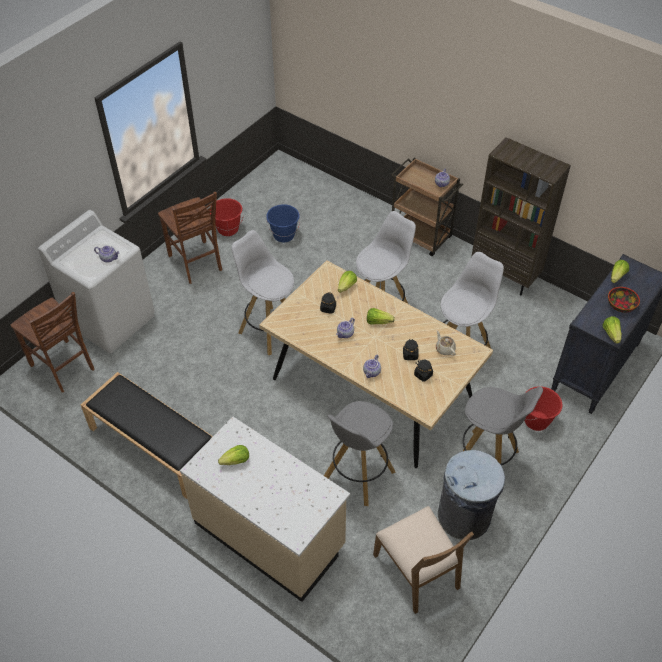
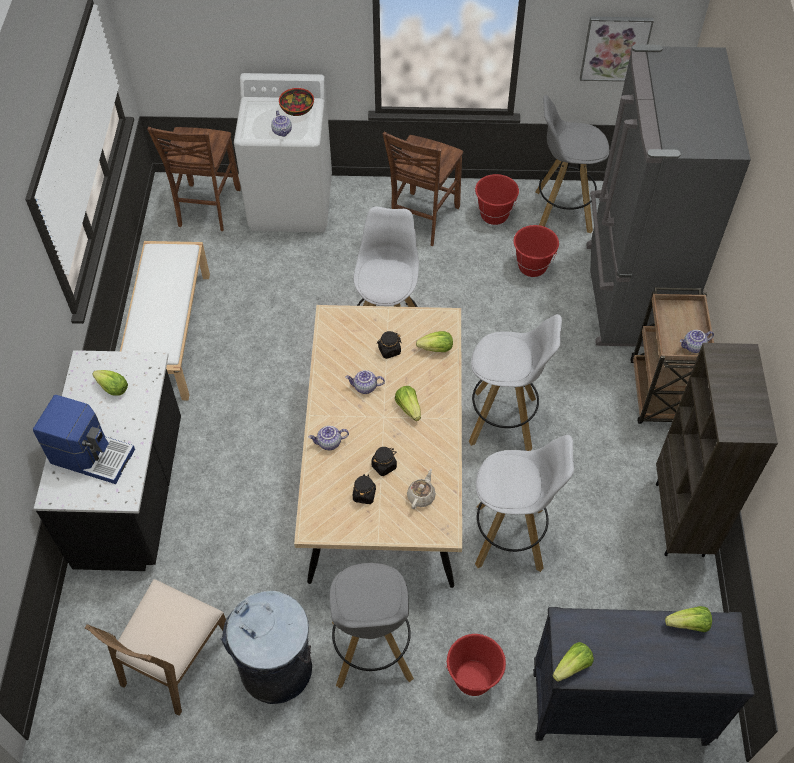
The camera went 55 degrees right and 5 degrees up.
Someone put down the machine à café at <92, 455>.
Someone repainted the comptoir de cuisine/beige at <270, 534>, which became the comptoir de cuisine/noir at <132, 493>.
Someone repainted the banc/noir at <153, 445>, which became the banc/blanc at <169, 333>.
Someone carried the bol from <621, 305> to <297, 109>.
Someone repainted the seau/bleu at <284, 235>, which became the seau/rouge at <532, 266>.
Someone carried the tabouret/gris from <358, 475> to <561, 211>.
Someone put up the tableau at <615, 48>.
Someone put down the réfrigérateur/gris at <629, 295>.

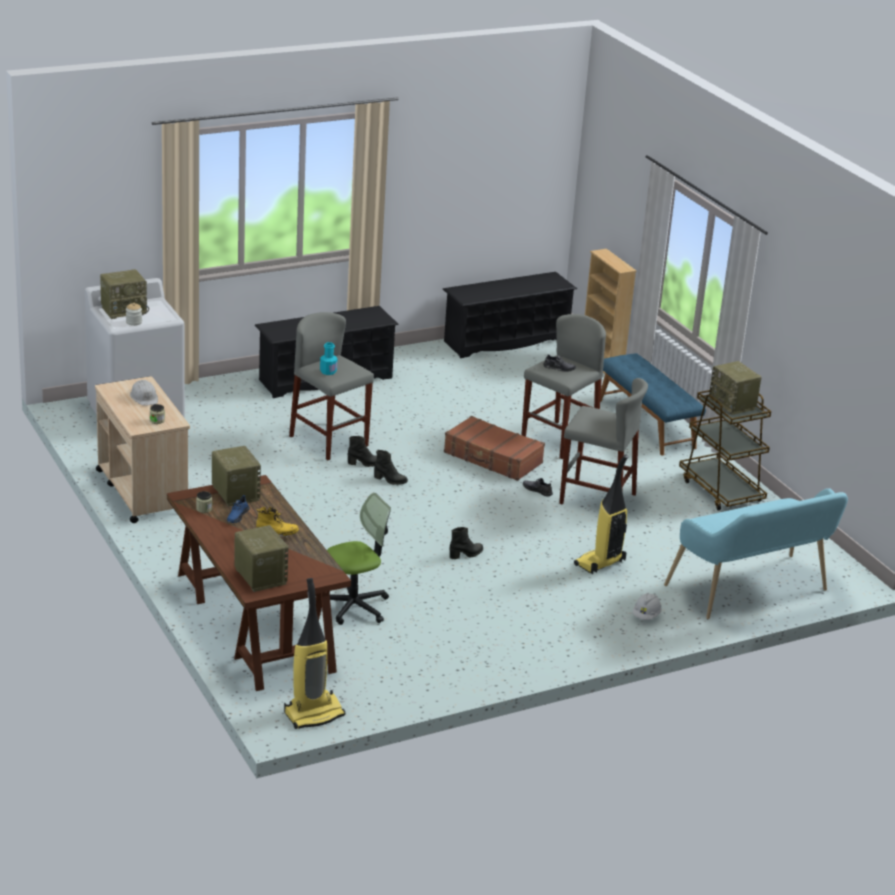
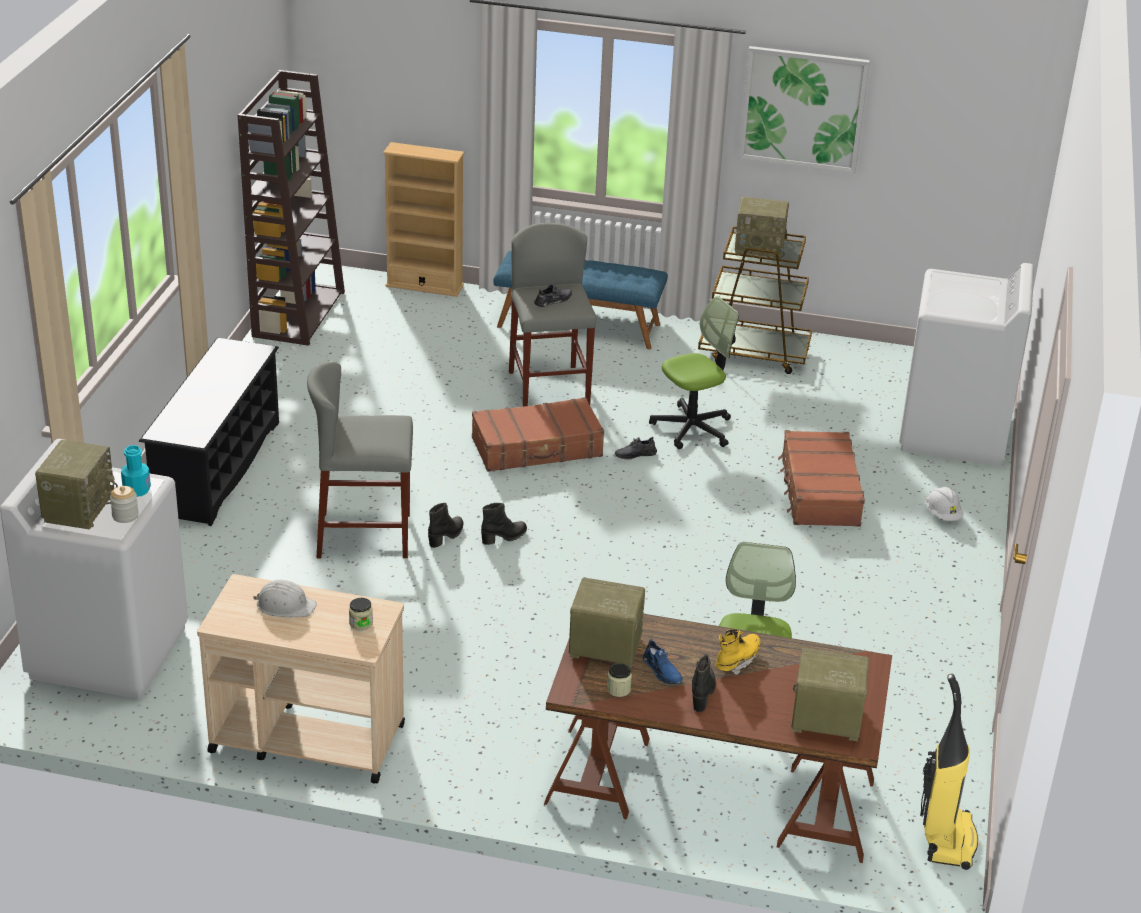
The camera went 50 degrees left and 5 degrees up.
Someone carried the bouteille/turquoise from <328, 371> to <137, 490>.
Someone swapped the étagère à chaussures/noir at <505, 341> for the bibliothèque/marron at <298, 313>.
Someone swapped the tabouret/gris at <597, 499> for the chaise de bureau at <692, 428>.
Someone carried the botte/noir from <466, 554> to <702, 693>.
Someone put up the tableau at <803, 109>.
Someone swapped the aspirateur at <600, 563> for the valise/marron at <819, 491>.
Someone swapped the banc/turquoise at <752, 591> for the lave-linge/blanc at <953, 433>.

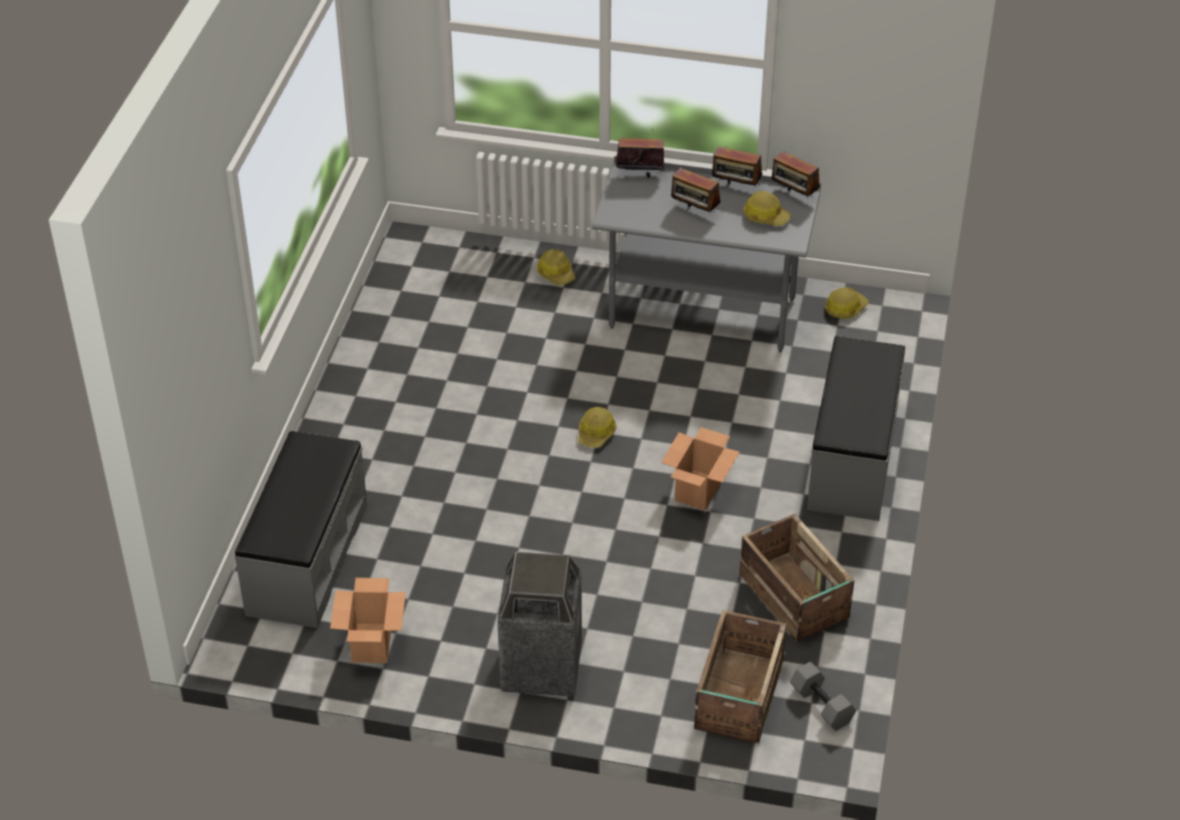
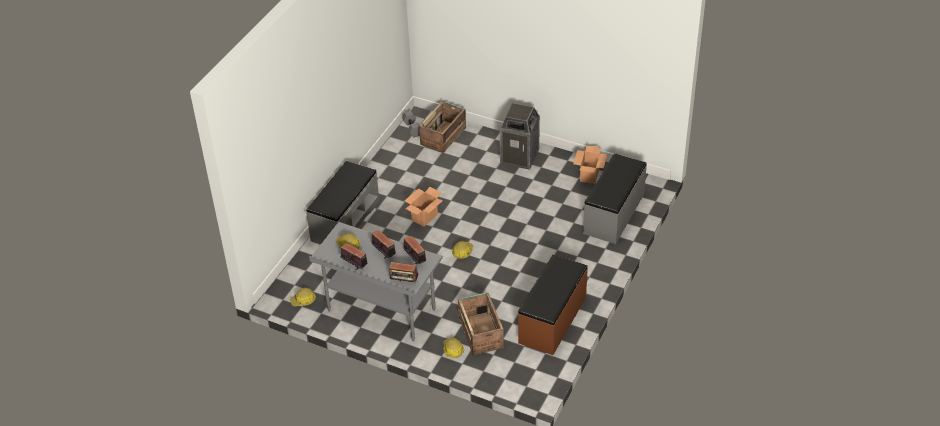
The camera went 165 degrees left and 0 degrees up.
Someone carried the radio from <793, 195> to <415, 260>.
Someone carried the caisse from <794, 598> to <481, 332>.
Someone put down the banc/marron at <553, 320>.

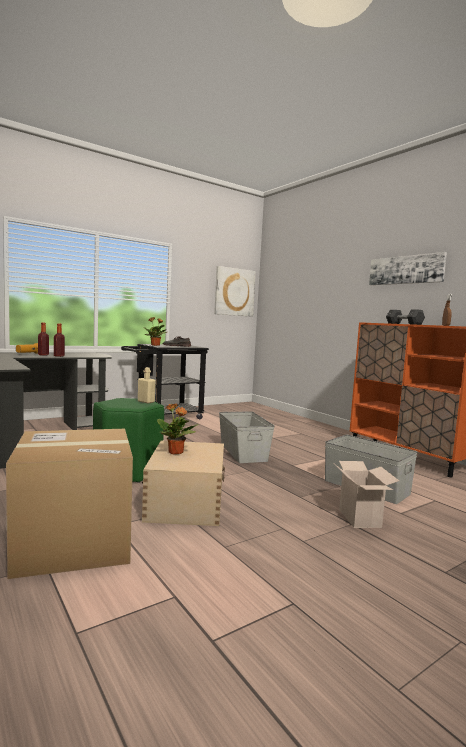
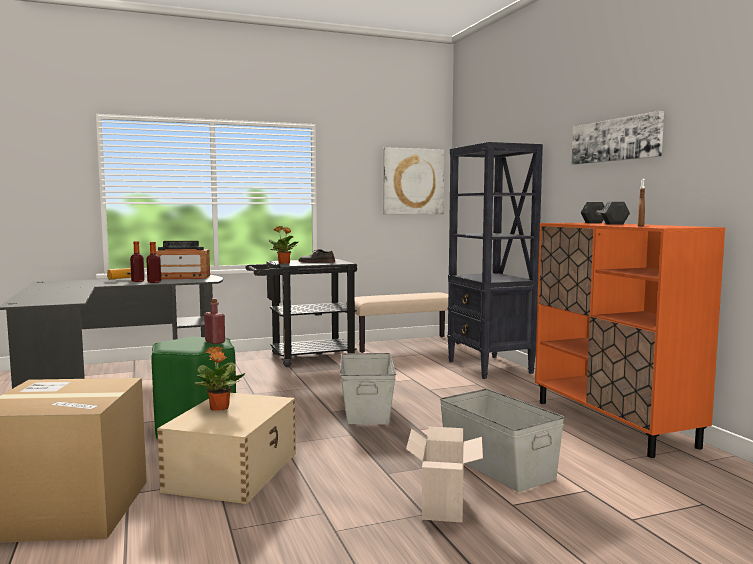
The camera went 15 degrees right and 0 degrees up.
Someone put down the radio at <182, 277>.
Someone repainted the bouteille/beige at <146, 402>, which became the bouteille/rouge at <215, 342>.
Someone put down the banc/beige at <404, 344>.
Someone put down the bibliothèque/noir at <490, 367>.

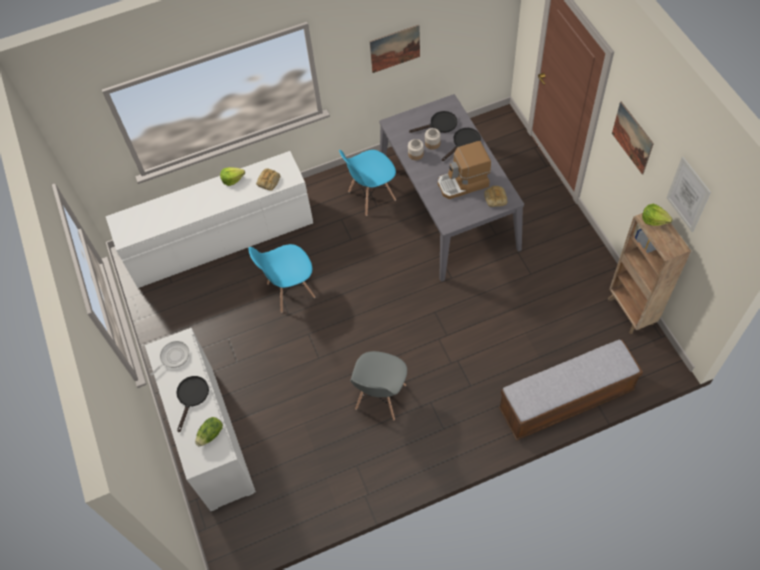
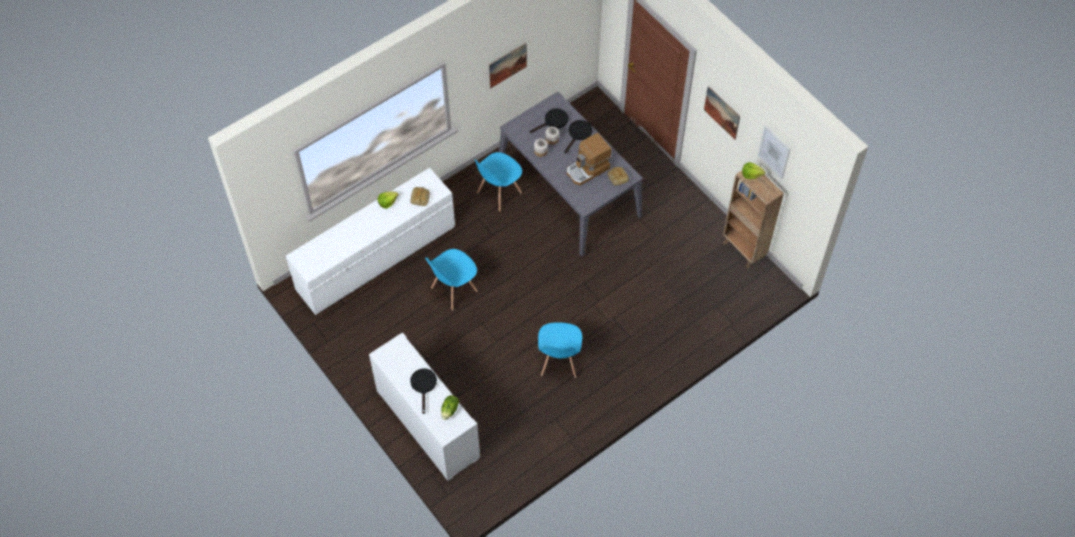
The camera went 20 degrees left and 0 degrees up.
Someone repainted the chaise/gris at <380, 397>, which became the chaise/bleu at <559, 362>.
Someone took away the poêle at <173, 357>.
Someone took away the banc at <565, 400>.

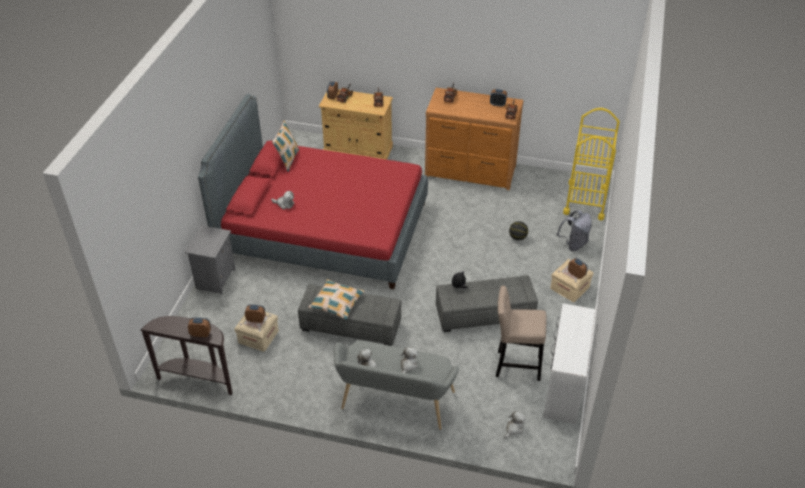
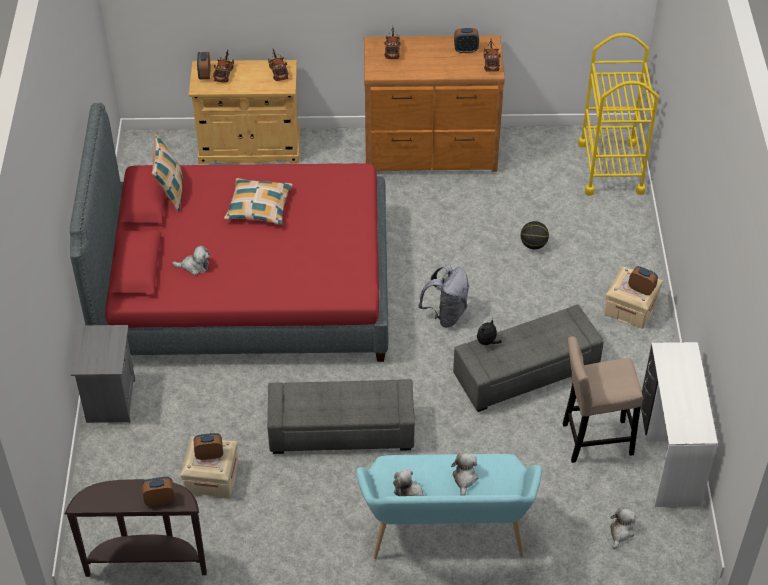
The camera went 15 degrees left and 5 degrees up.
Someone carried the coussin from <336, 303> to <259, 207>.
Someone repainted the banc/gris at <394, 404>, which became the banc/turquoise at <446, 534>.
Someone carried the sac à dos/gris from <573, 244> to <446, 314>.

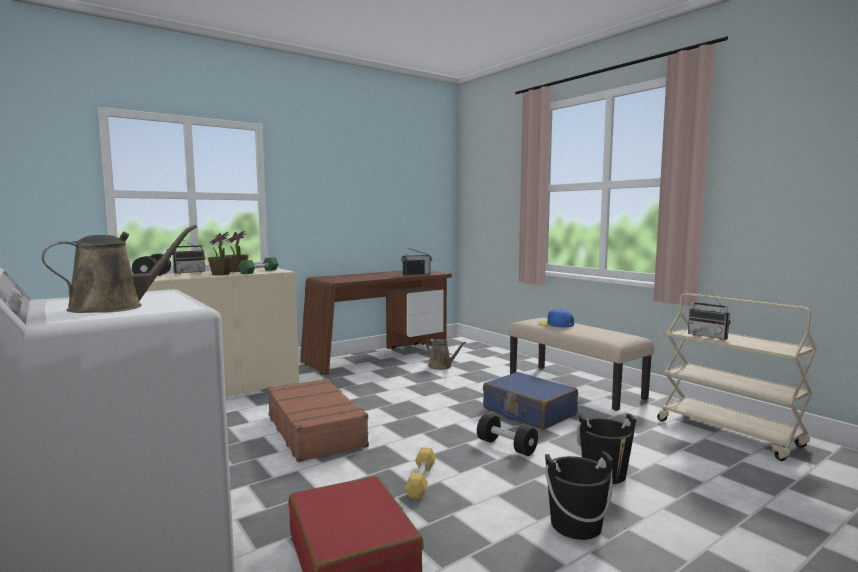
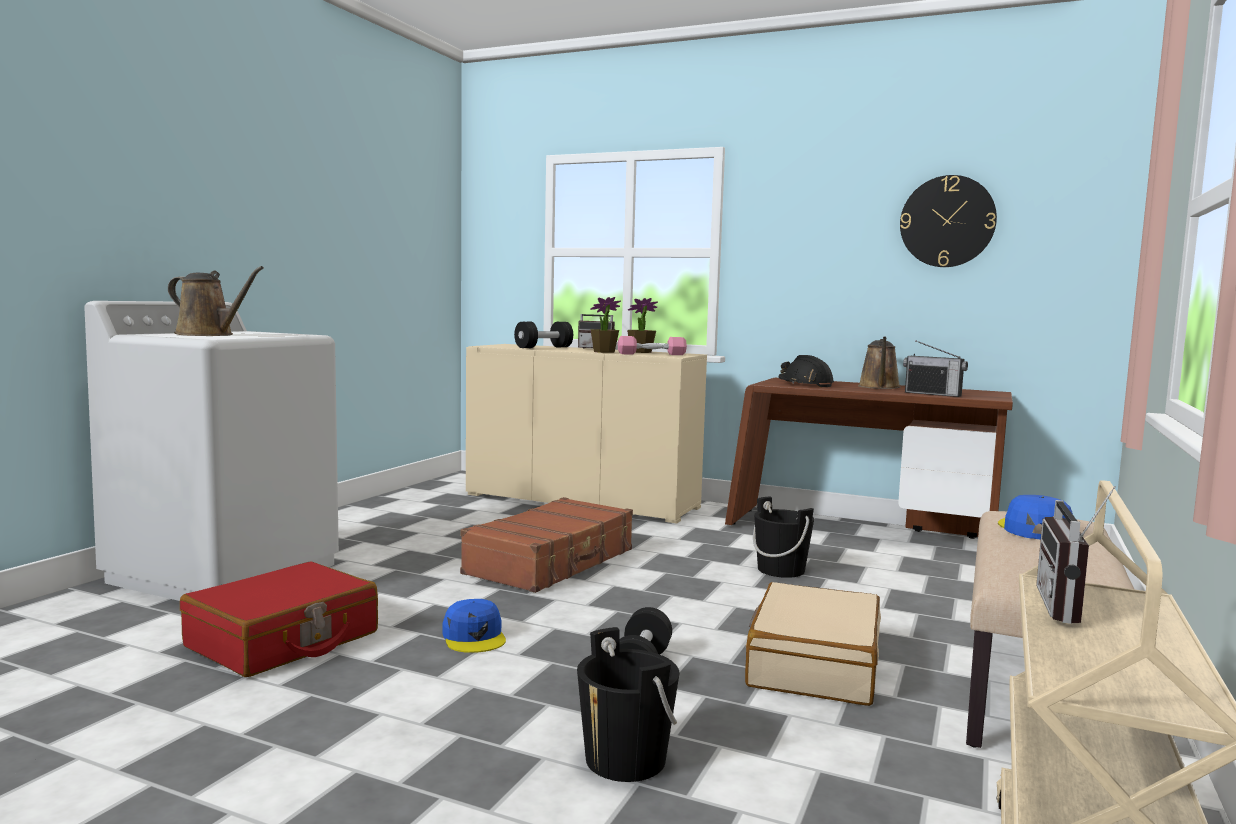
The camera went 60 degrees right and 0 degrees up.
Someone swapped the haltère/jaune at <421, 480> for the casquette/bleu at <474, 637>.
Someone repainted the haltère/vert at <259, 271>, which became the haltère/rose at <651, 354>.
Someone repainted the valise/bleu at <528, 412>, which became the valise/beige at <813, 664>.
Someone carried the seau/noir from <575, 525> to <781, 570>.
Someone put down the casque de chantier/noir at <805, 384>.
Someone carried the arrosoir/marron from <441, 366> to <879, 387>.
Someone put up the horloge murale at <947, 221>.

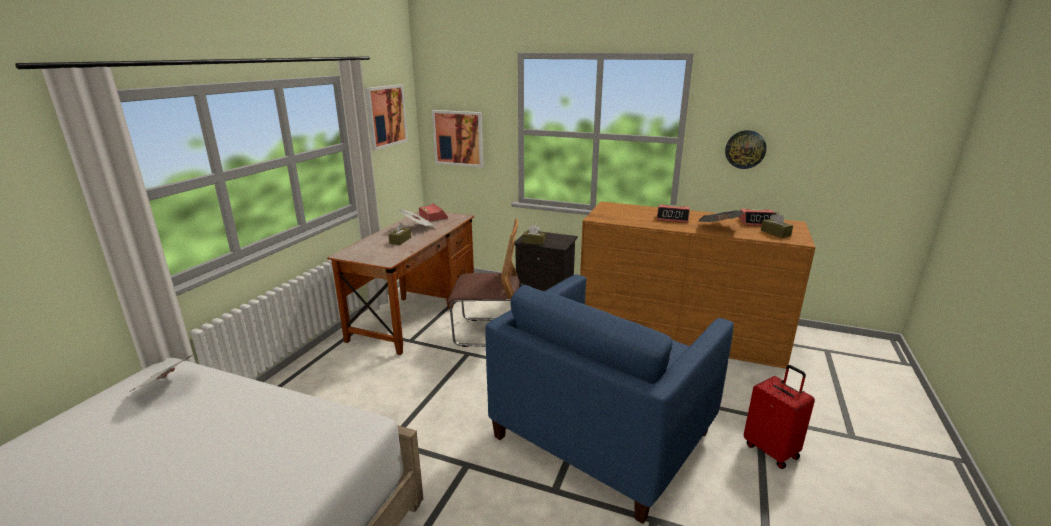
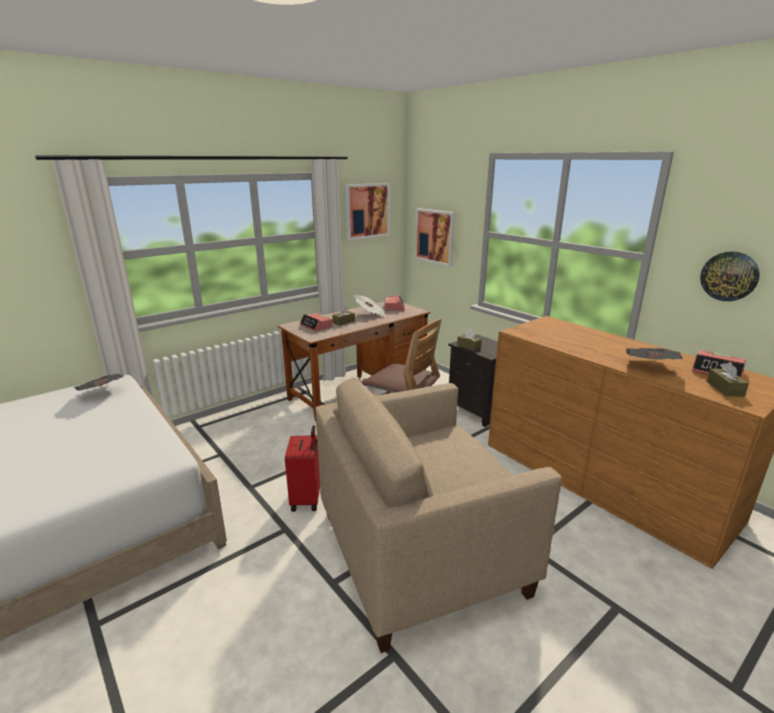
The camera went 30 degrees right and 0 degrees up.
Someone carried the valise/rouge from <771, 450> to <307, 499>.
Someone carried the réveil from <673, 218> to <316, 326>.
Someone repainted the fauteuil/bleu at <602, 434>, which became the fauteuil/beige at <420, 551>.

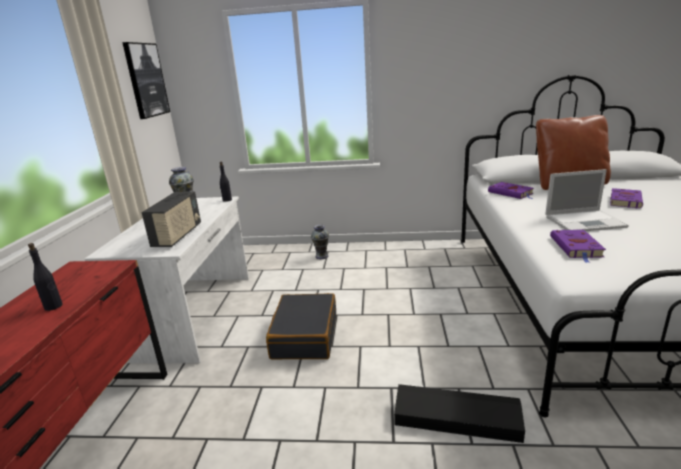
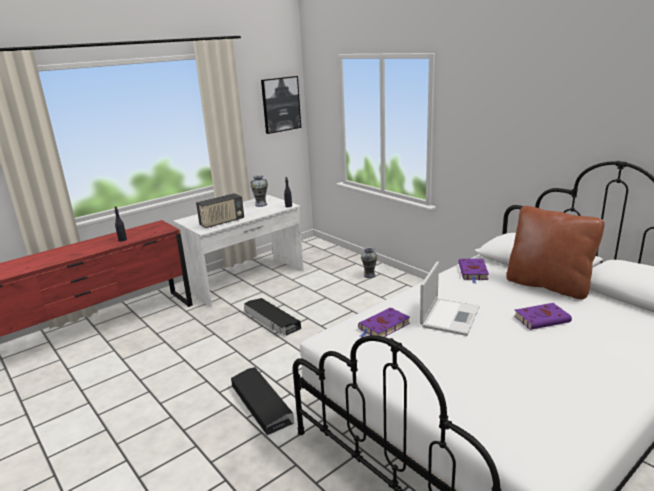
The camera went 45 degrees right and 0 degrees up.
Someone swapped the valise/noir at <304, 336> for the boîte de rangement/noir at <272, 320>.
Someone rotated the ordinateur portable at <585, 221> by 105 degrees counterclockwise.

